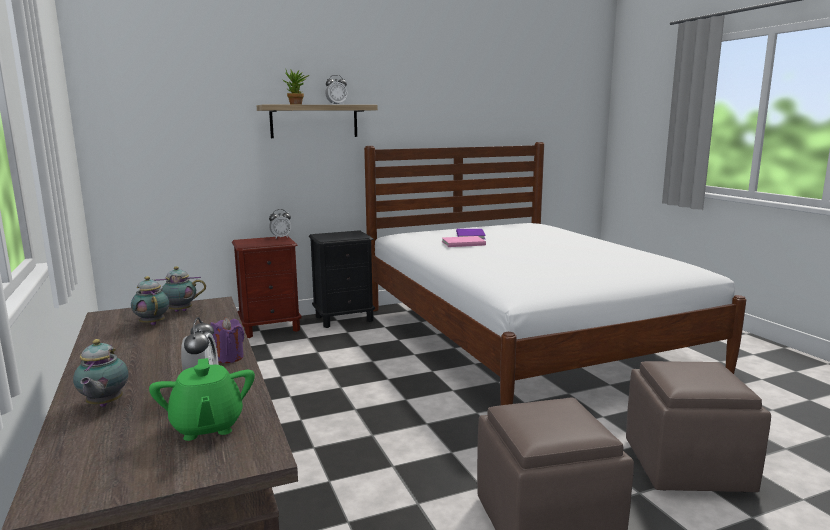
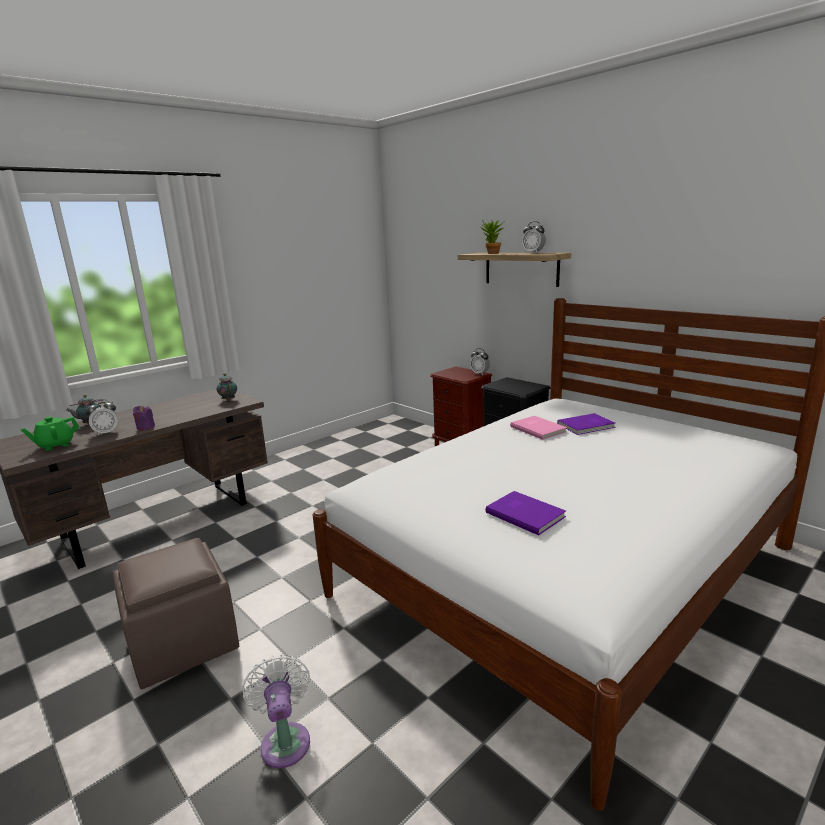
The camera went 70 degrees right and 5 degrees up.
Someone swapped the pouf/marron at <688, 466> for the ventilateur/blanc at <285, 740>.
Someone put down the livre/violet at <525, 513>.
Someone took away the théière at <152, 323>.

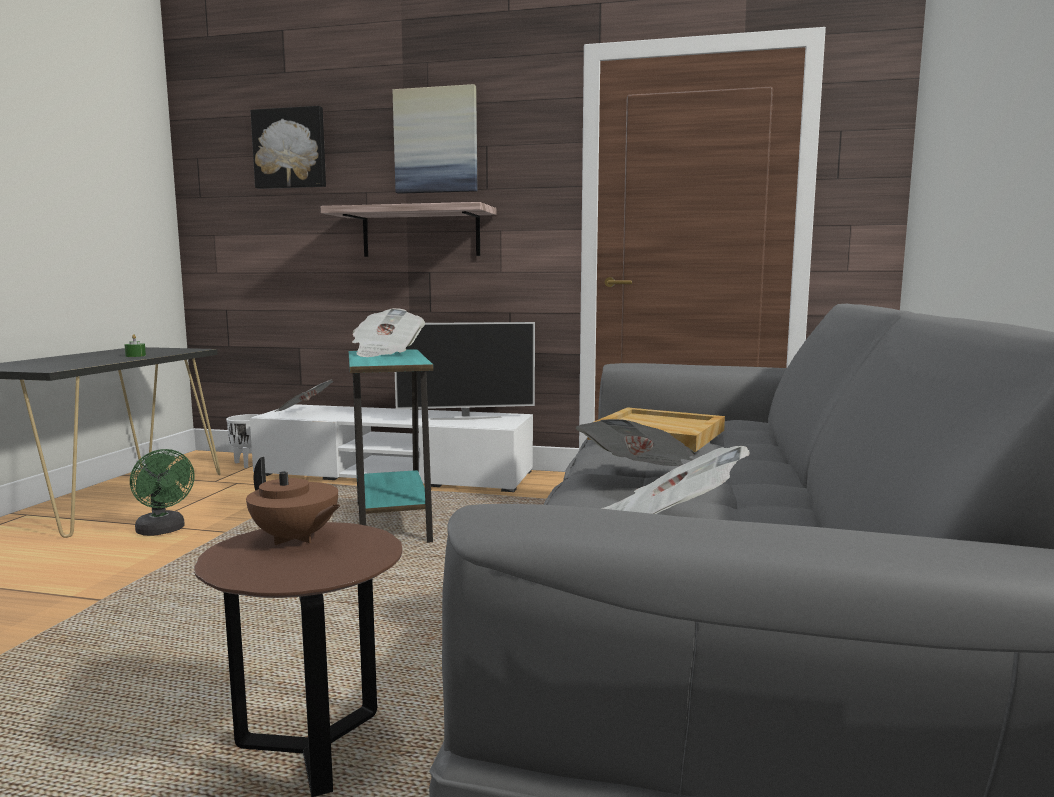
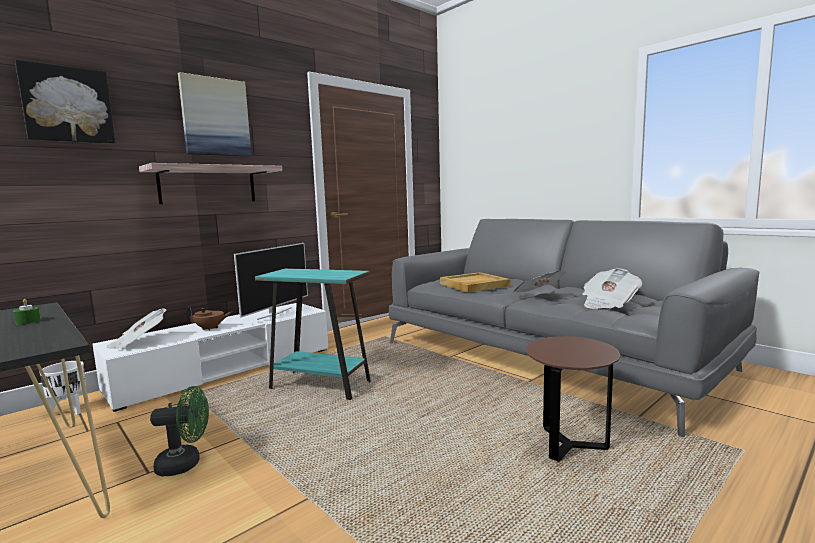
The camera went 55 degrees left and 0 degrees up.
Someone carried the théière/marron from <295, 538> to <210, 328>.
Someone took away the journal at <386, 353>.

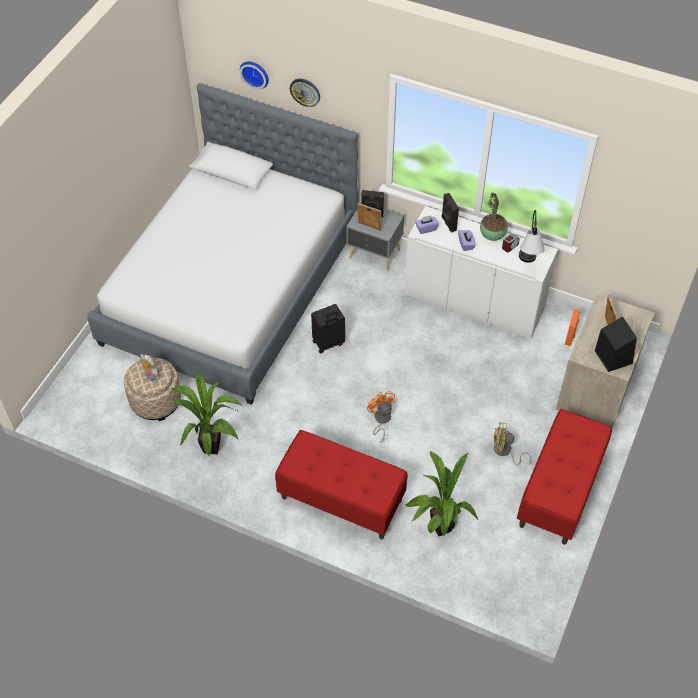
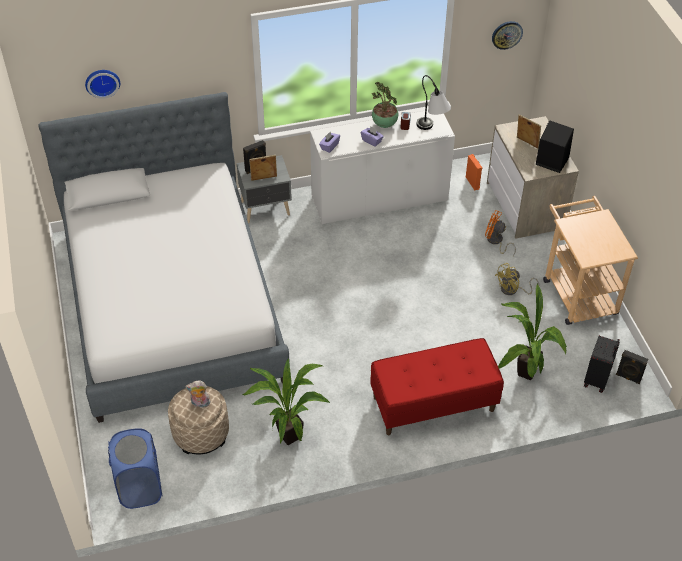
The camera went 40 degrees left and 5 degrees down.
Someone put down the panier à linge/bleu at <140, 487>.
Someone carried the ventilateur/orange from <381, 420> to <496, 241>.
Someone carried the horloge murale from <305, 92> to <506, 34>.
Someone swapped the banc/rouge at <560, 491> for the chariot/beige at <576, 292>.
Someone carried the valise/noir from <328, 343> to <597, 379>.
Someone carried the enceinte/noir from <448, 224> to <628, 378>.

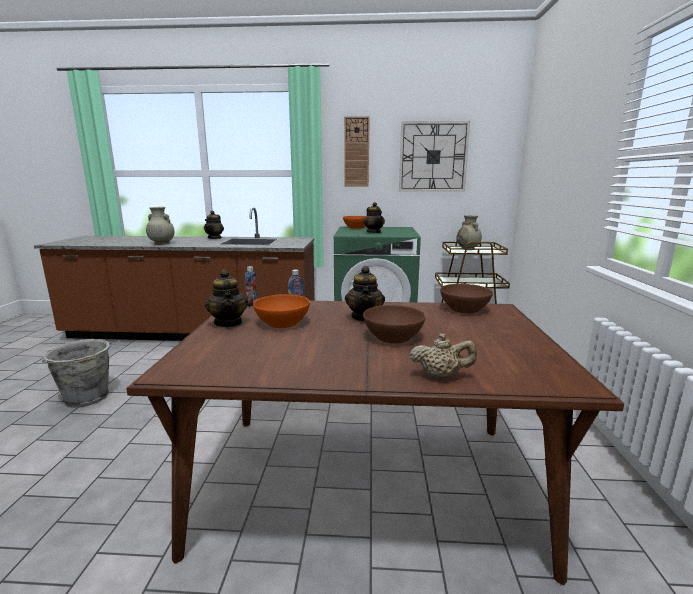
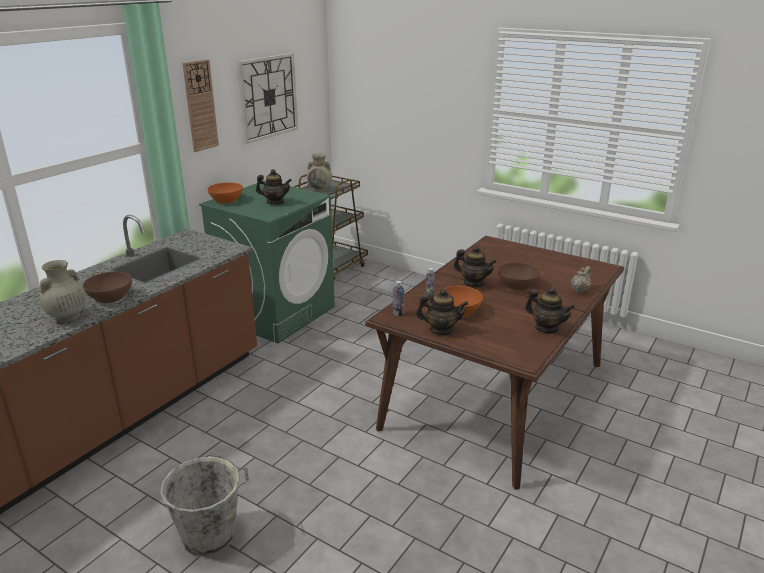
The camera went 60 degrees left and 10 degrees up.
Someone carried the bol/marron from <464, 309> to <111, 297>.
Someone carried the théière from <215, 238> to <546, 328>.

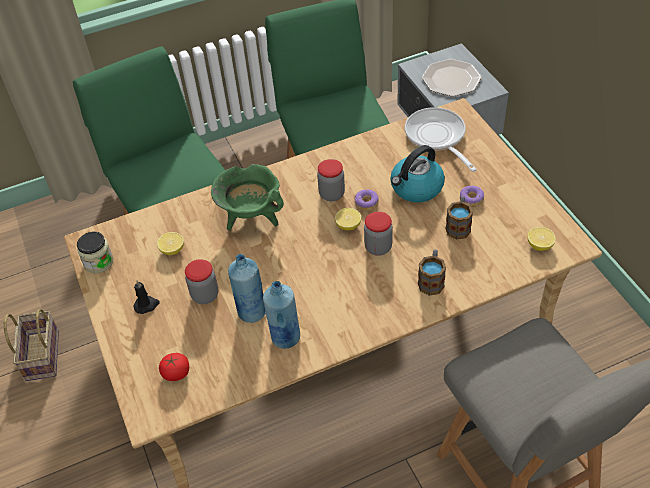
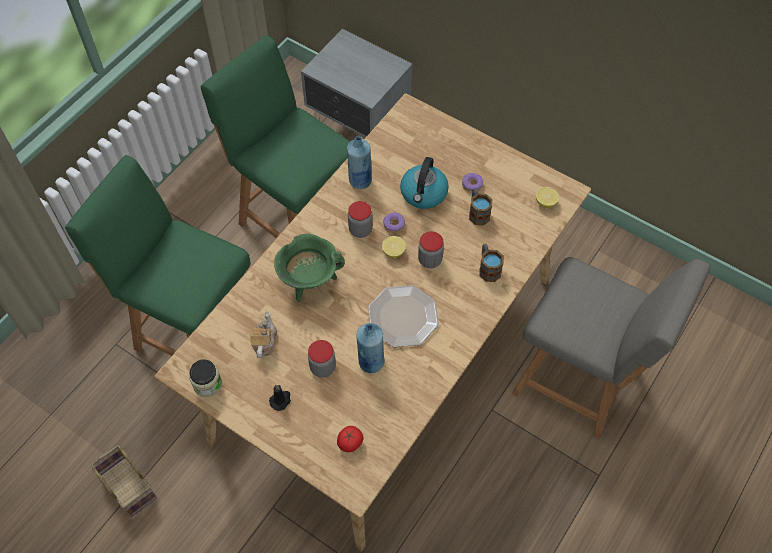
The camera went 35 degrees left and 10 degrees up.
Someone swapped the citron at <172, 250> for the théière at <264, 342>.
Someone carried the bouteille/bleu from <285, 337> to <360, 181>.
Someone carried the assiette from <451, 78> to <402, 316>.
Someone took away the poêle at <437, 138>.

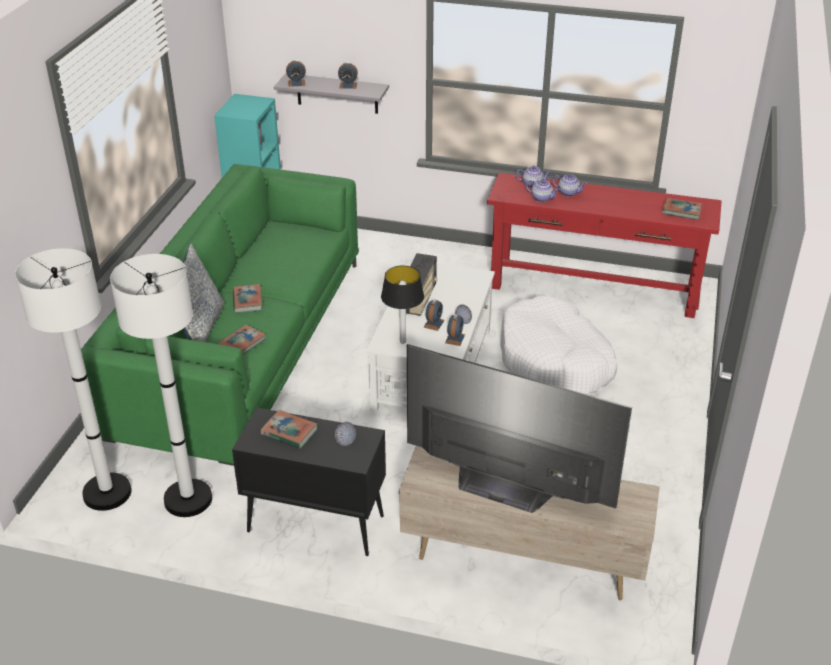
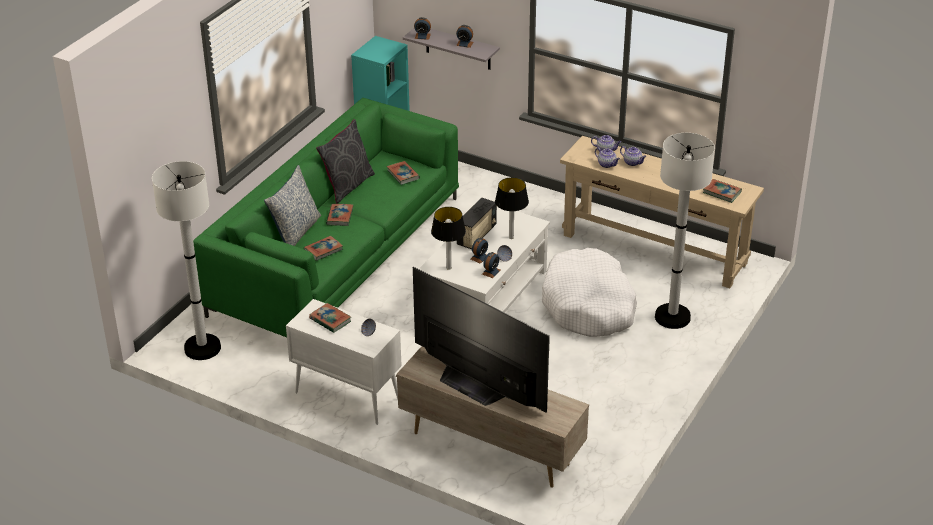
The camera went 15 degrees right and 0 degrees up.
Someone repainted the meuble de rangement/noir at <314, 524>, which became the meuble de rangement/blanc at <346, 396>.
Someone put down the coussin/gris at <347, 185>.
Someone put down the livre at <403, 175>.
Someone put down the lampe de table at <510, 237>.
Someone repainted the table console/rouge at <593, 288>, which became the table console/beige at <654, 249>.
Someone carried the lampadaire/blanc from <188, 499> to <672, 317>.

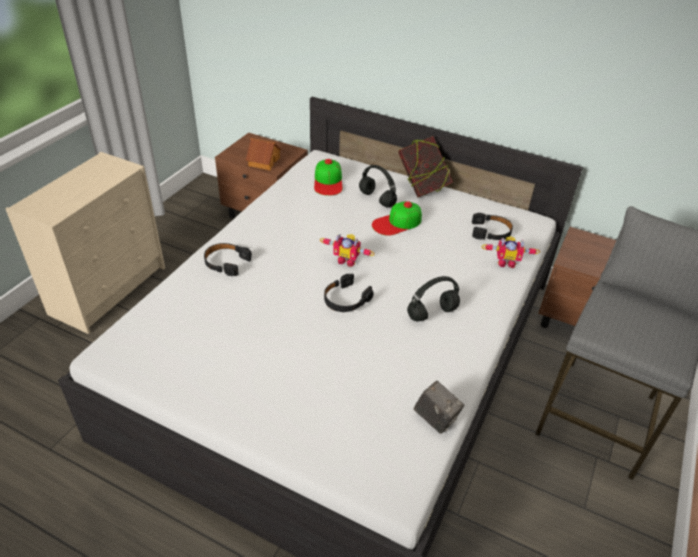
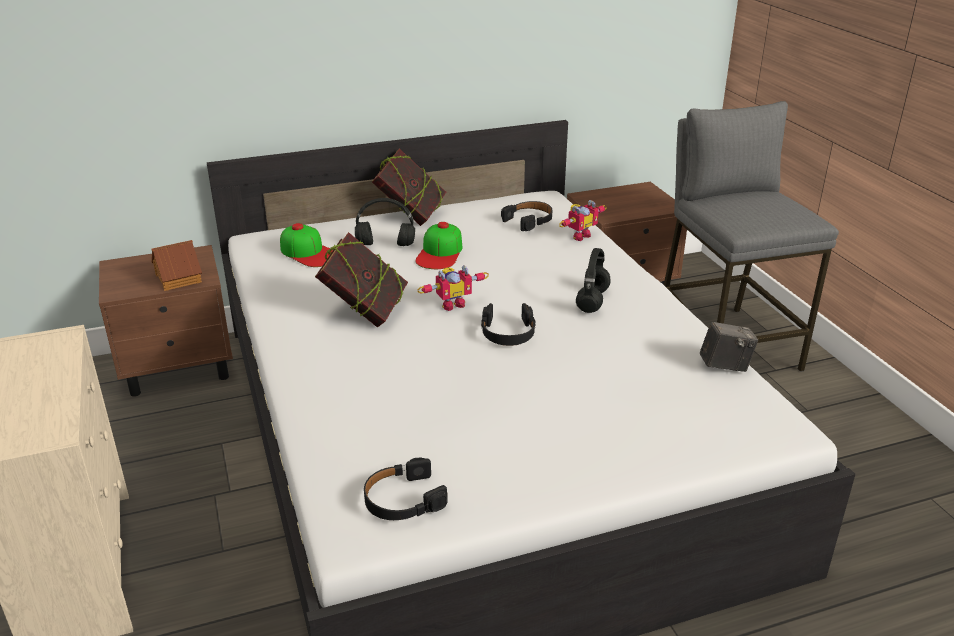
The camera went 45 degrees left and 10 degrees down.
Someone put down the livre at <365, 314>.
Someone carried the casque audio/noir from <226, 263> to <403, 500>.

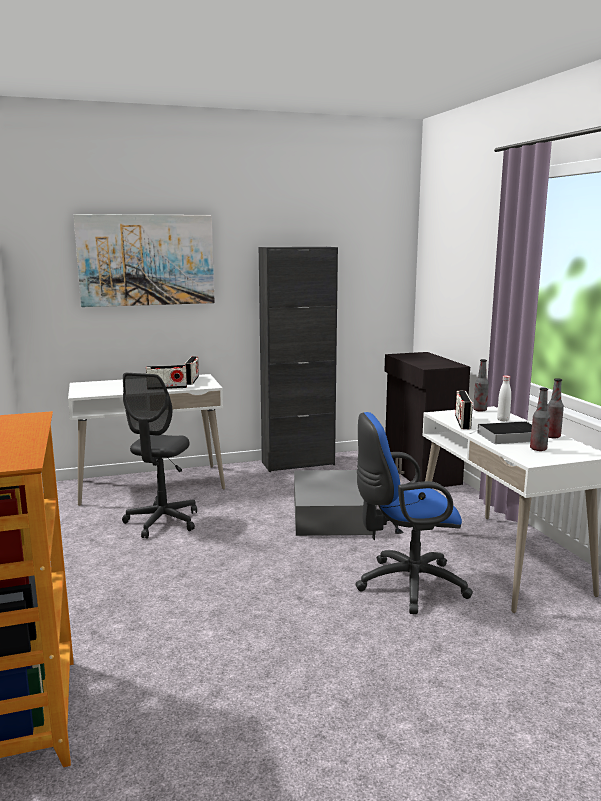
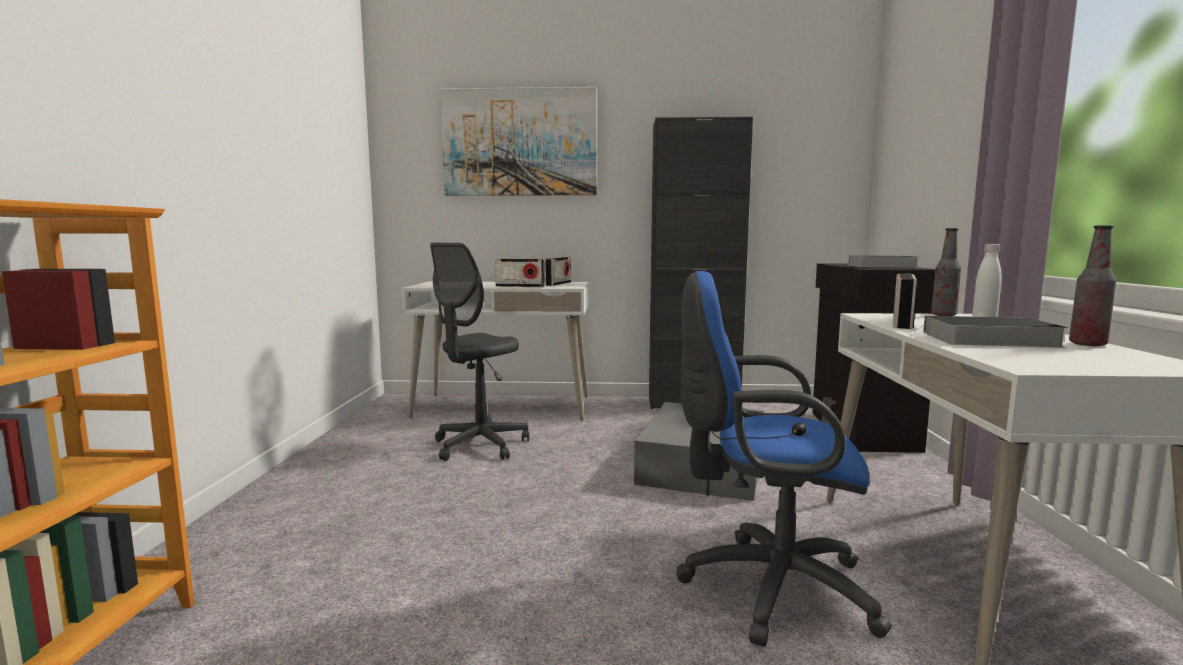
The camera went 20 degrees right and 5 degrees down.
Someone put down the livre at <880, 266>.
Someone took away the bouteille at <538, 449>.

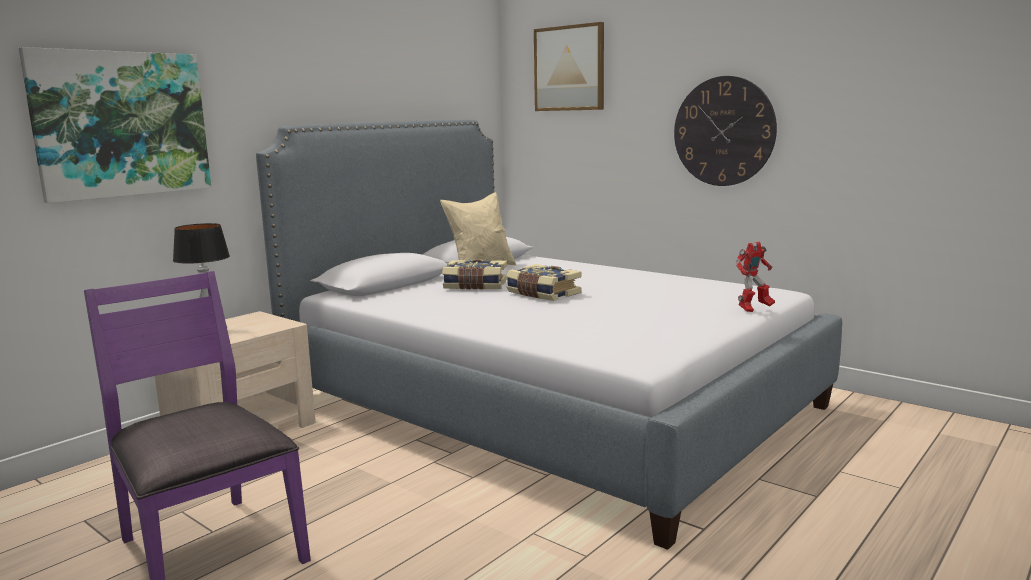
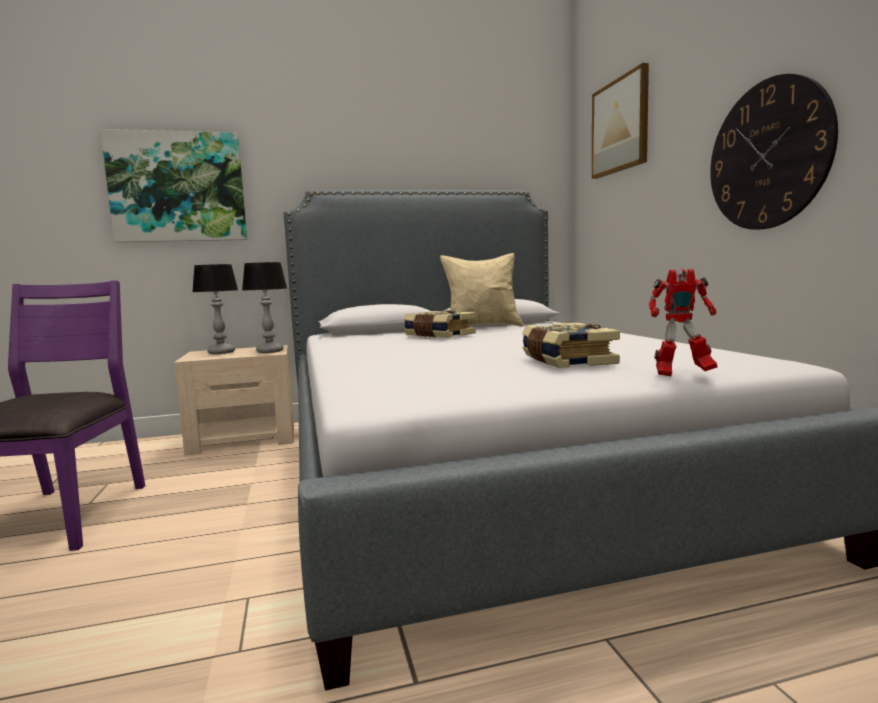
The camera went 35 degrees right and 5 degrees down.
Someone put down the lampe de table at <269, 351>.
Someone carried the livre from <542, 294> to <565, 361>.

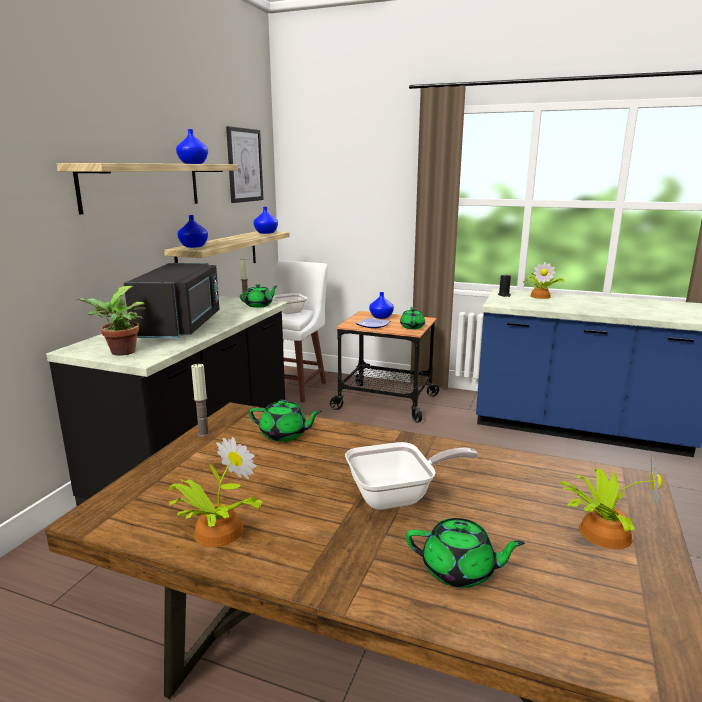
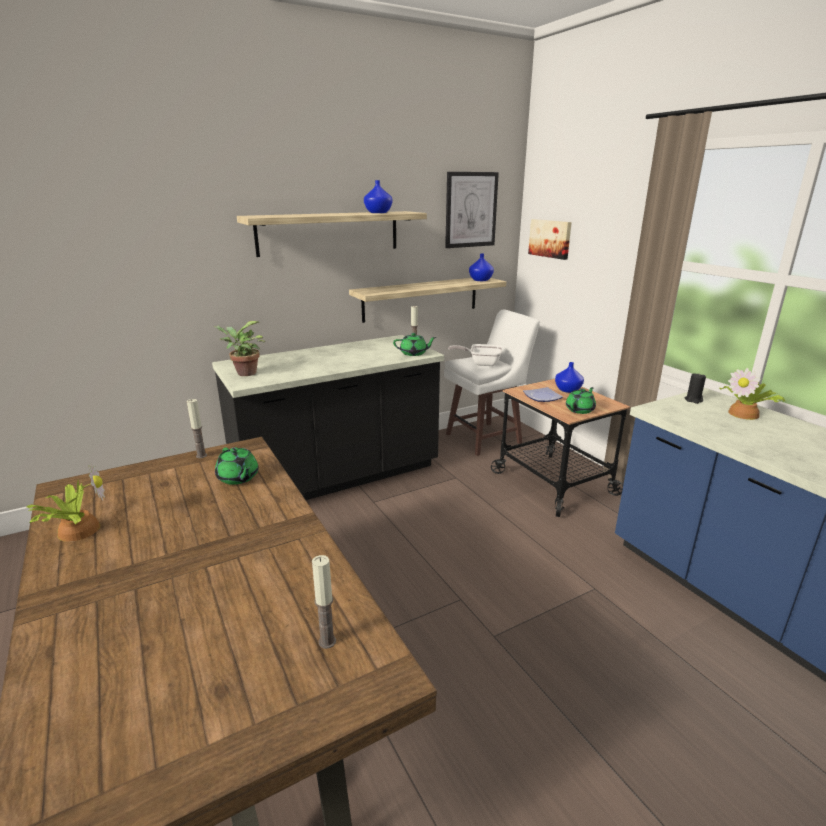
The camera went 40 degrees right and 5 degrees up.
Someone put down the bougie at <327, 641>.
Someone put up the tableau at <550, 238>.
Someone took away the micro-ondes/noir at <181, 326>.
Someone took away the vase/bleu at <193, 246>.
Someone took away the poêle at <398, 496>.
Someone took away the théière/vert at <459, 571>.
Someone took away the plante en pot at <602, 531>.

